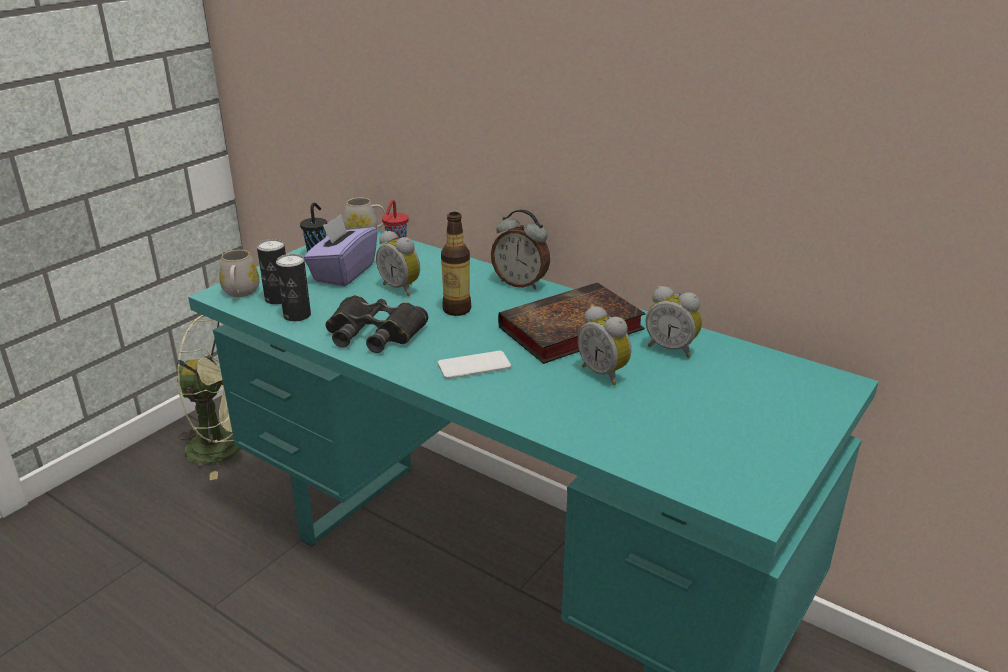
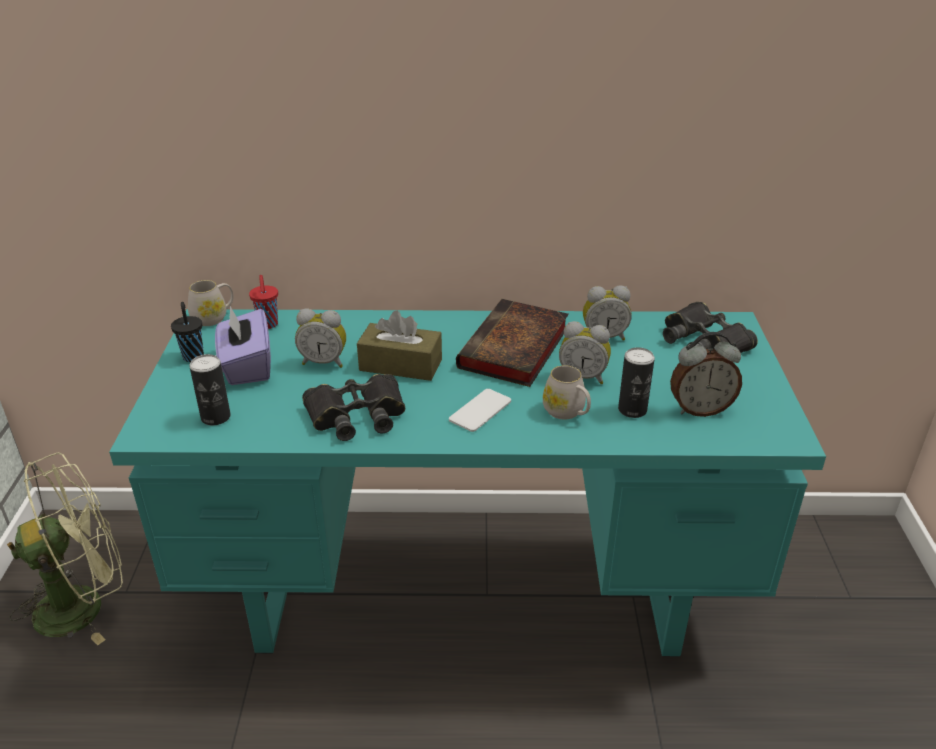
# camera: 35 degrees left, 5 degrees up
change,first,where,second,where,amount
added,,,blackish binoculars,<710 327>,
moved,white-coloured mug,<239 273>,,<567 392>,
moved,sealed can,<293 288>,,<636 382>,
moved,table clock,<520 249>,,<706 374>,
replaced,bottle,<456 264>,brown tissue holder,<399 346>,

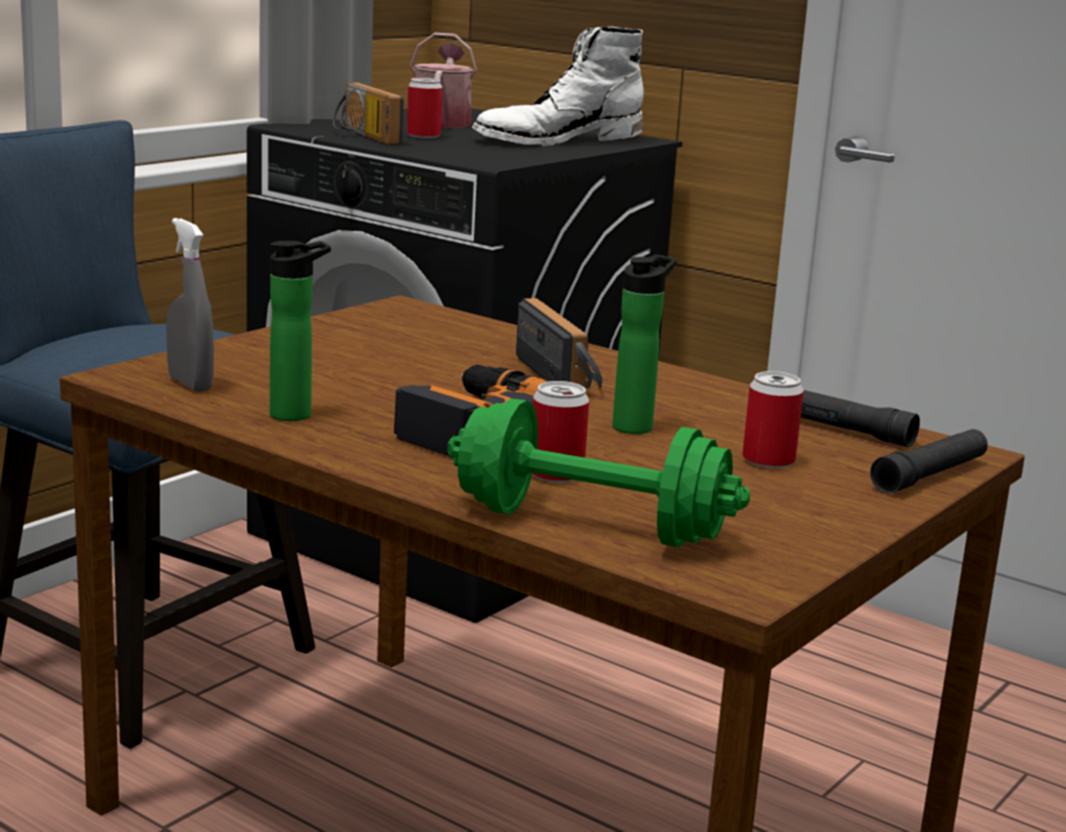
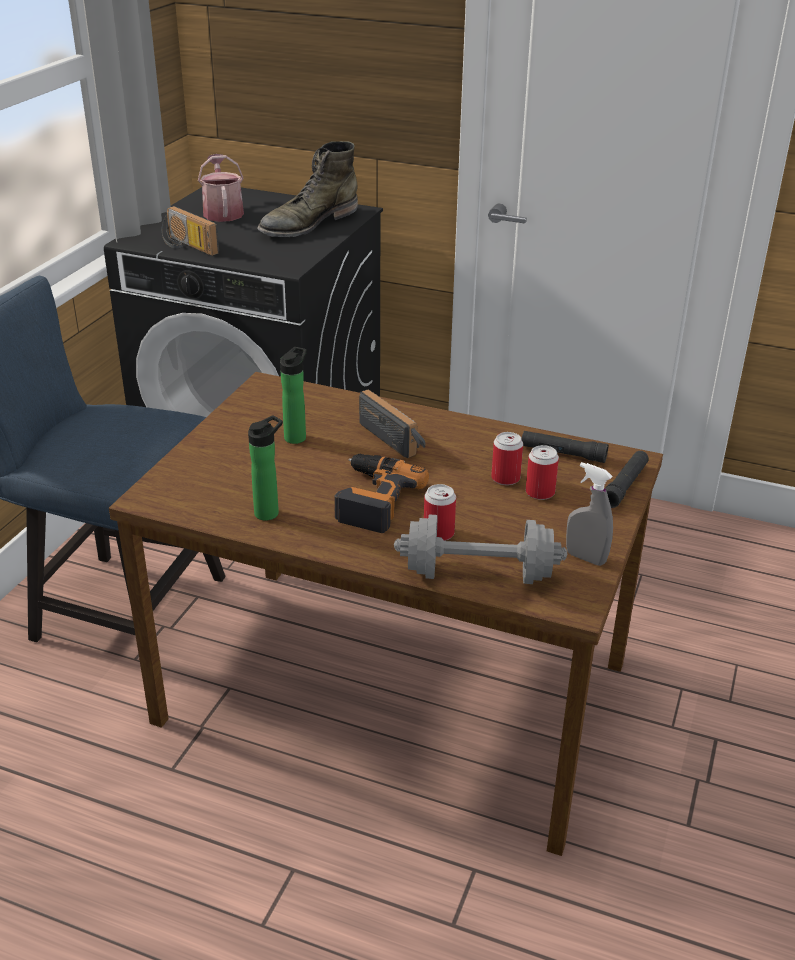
# camera: 15 degrees left, 15 degrees up
change,first,where,second,where,amount
moved,grey sprayer,<190 305>,,<589 514>,
moved,sealed can,<425 108>,,<507 458>,
moved,bottle,<644 344>,,<293 395>,
recoloured,green hand weight,<598 473>,grey hand weight,<480 549>,
recoloured,white-coloured high-top boot,<558 86>,green high-top boot,<307 189>,

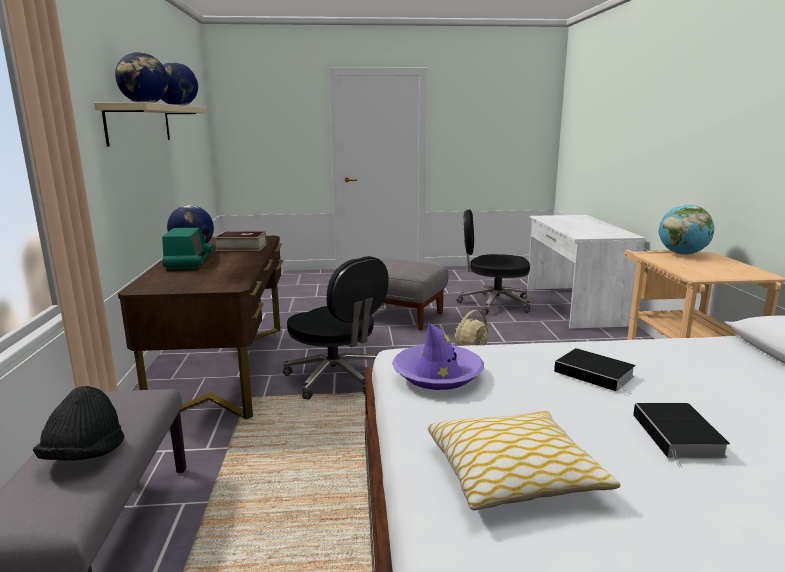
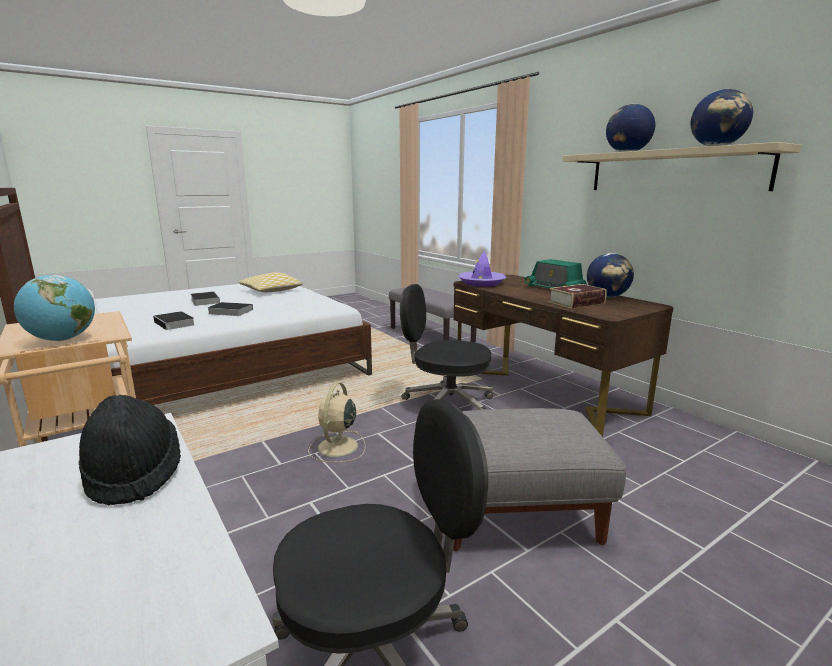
# camera: 150 degrees right, 0 degrees up
change,first,where,second,where,amount
added,,,book,<174 321>,
moved,blackish wearable hat,<78 423>,,<130 450>,
moved,purple wearable hat,<438 356>,,<482 268>,

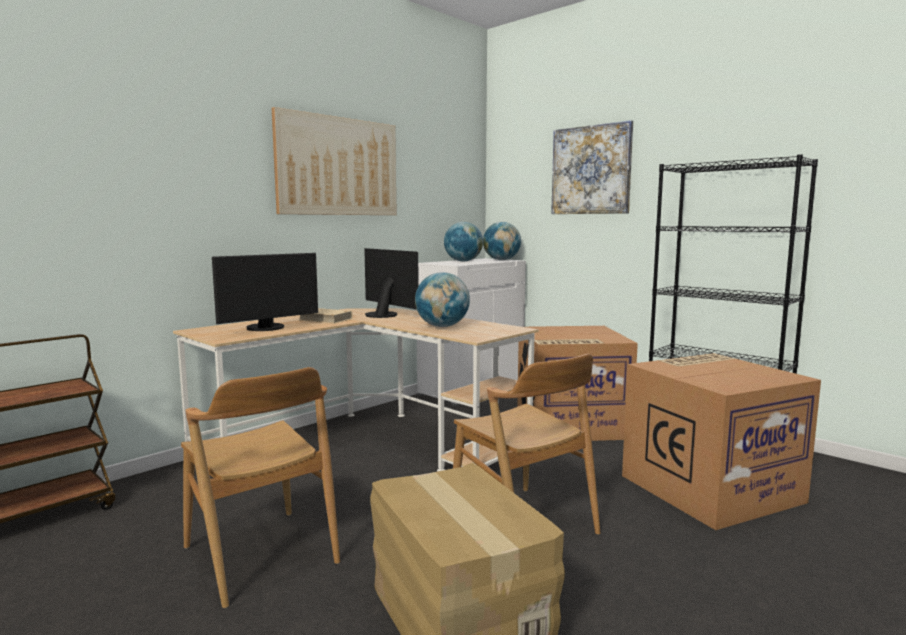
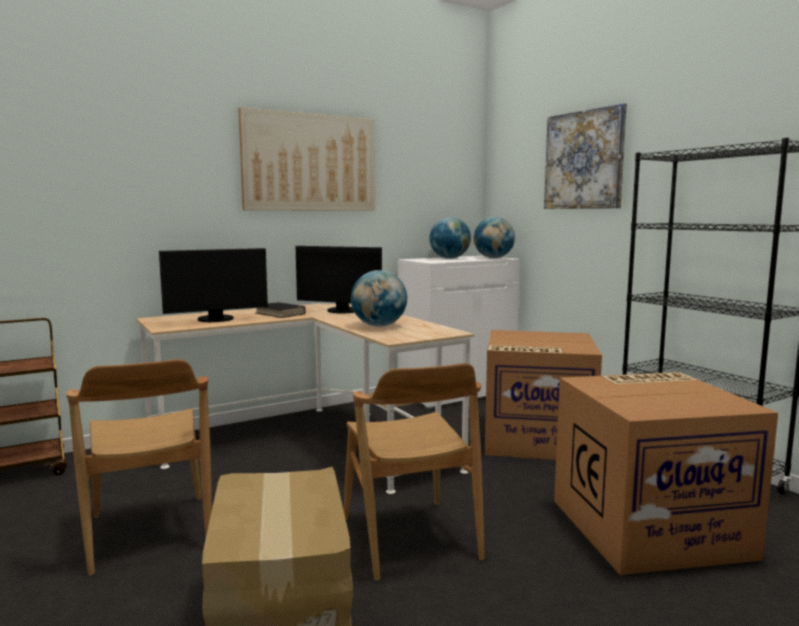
# camera: 15 degrees right, 0 degrees up
change,first,where,second,where,amount
recoloured,beige-coloured book,<325 315>,blackish book,<281 310>,
turned,monitor,<391 283>,,<339 279>,135 degrees clockwise

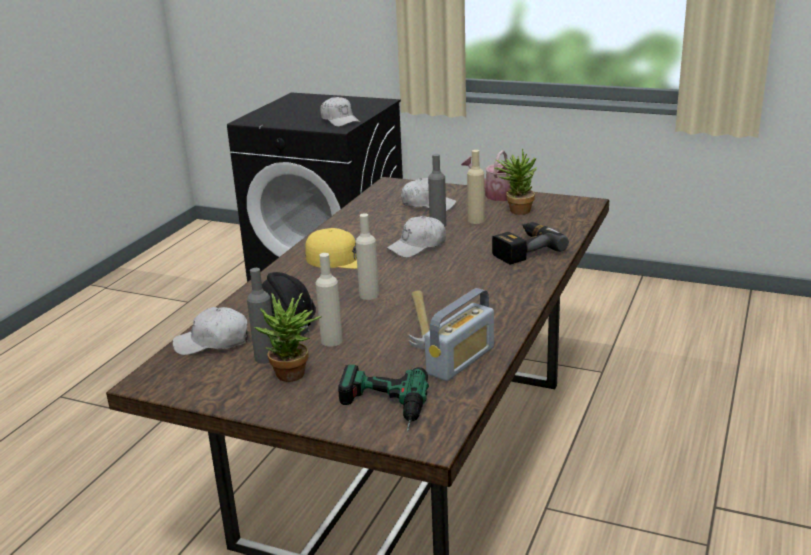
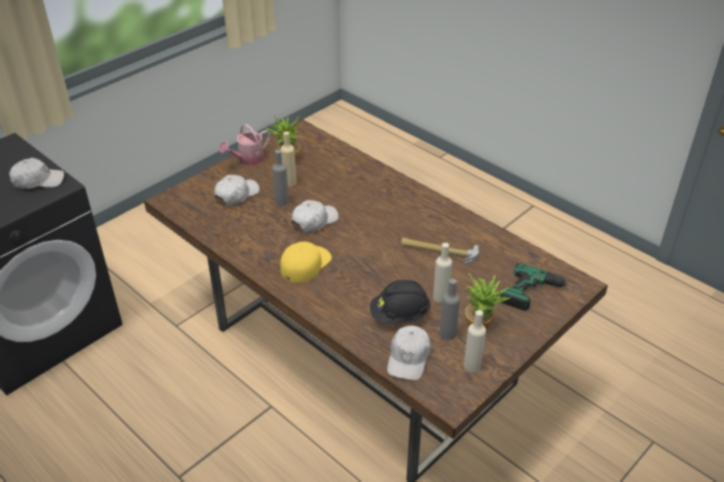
# camera: 70 degrees left, 15 degrees up
change,first,where,second,where,amount
removed,radio set,<459 334>,,,
removed,power drill,<530 243>,,,
moved,beige-coloured bottle,<367 256>,,<475 341>,
turned,white-coloured baseball cap,<416 237>,,<315 216>,120 degrees counterclockwise

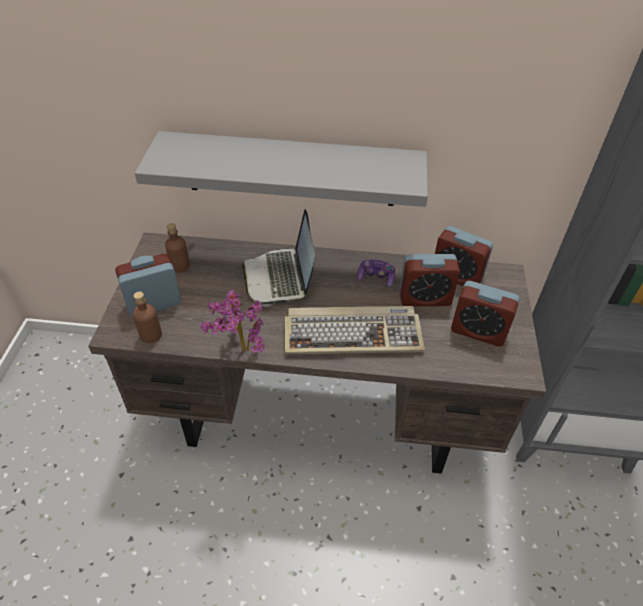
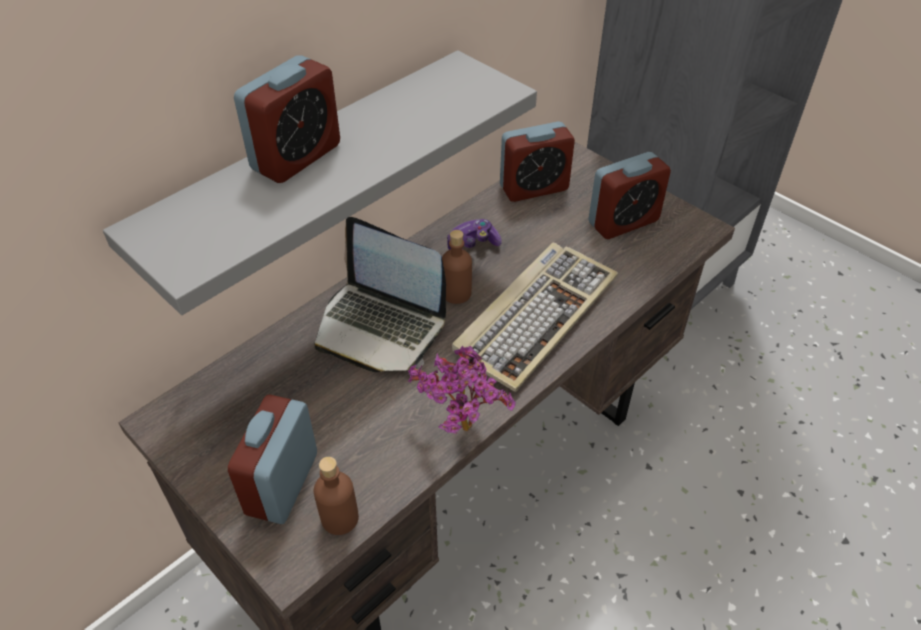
# camera: 50 degrees left, 0 degrees up
change,first,where,second,where,amount
moved,brown bottle,<177 248>,,<457 267>,
moved,table clock,<429 280>,,<287 119>,

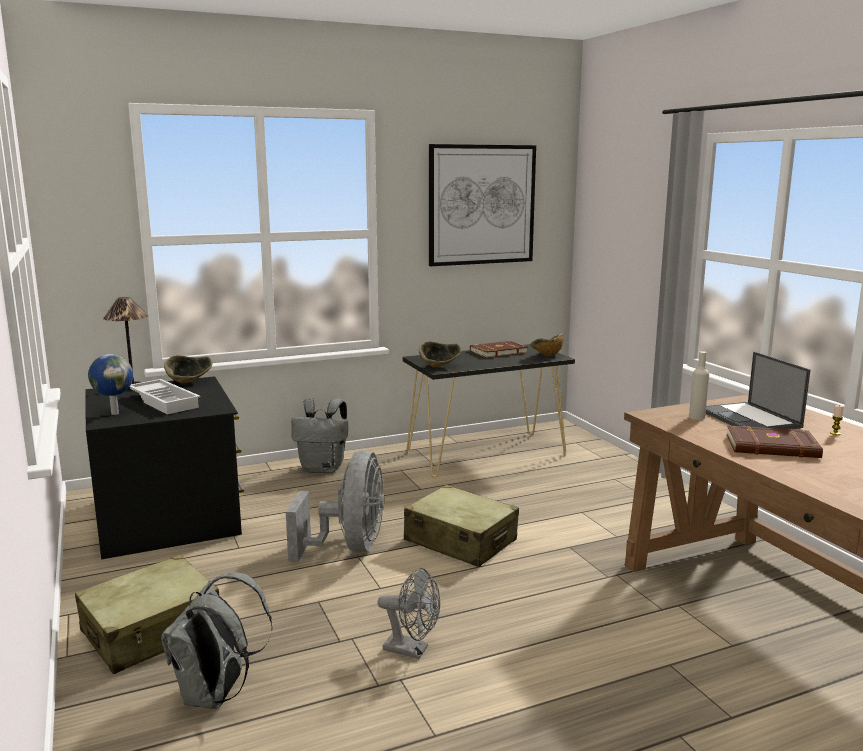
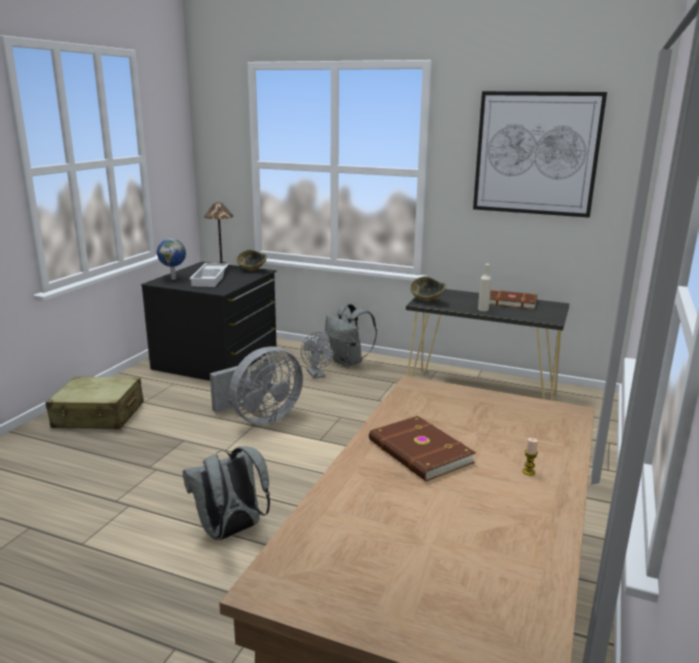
# camera: 45 degrees right, 5 degrees up
change,first,where,second,where,amount
removed,beige-coloured piece of luggage,<461 526>,,,
removed,serving bowl,<546 344>,,,
removed,notebook computer,<758 390>,,,
moved,grey backpack,<217 640>,,<226 493>,
moved,grey electric fan,<408 613>,,<318 355>,
moved,beige-coloured bottle,<699 385>,,<485 287>,

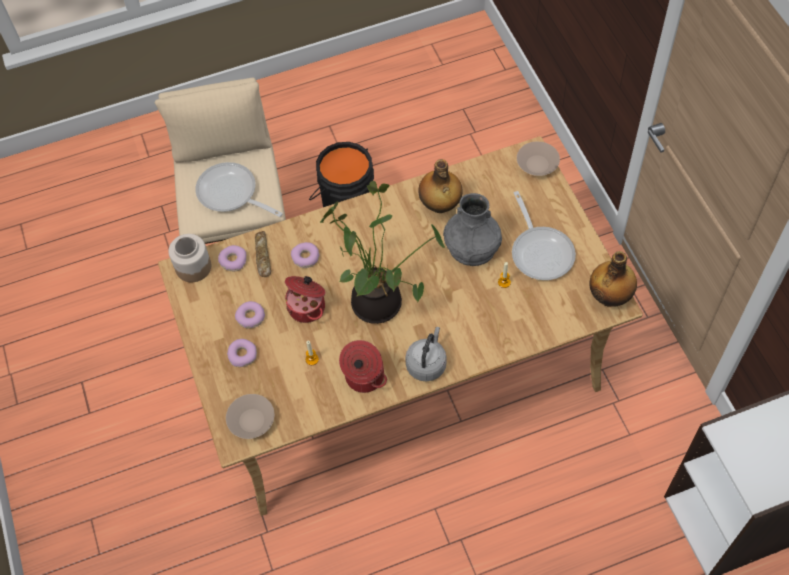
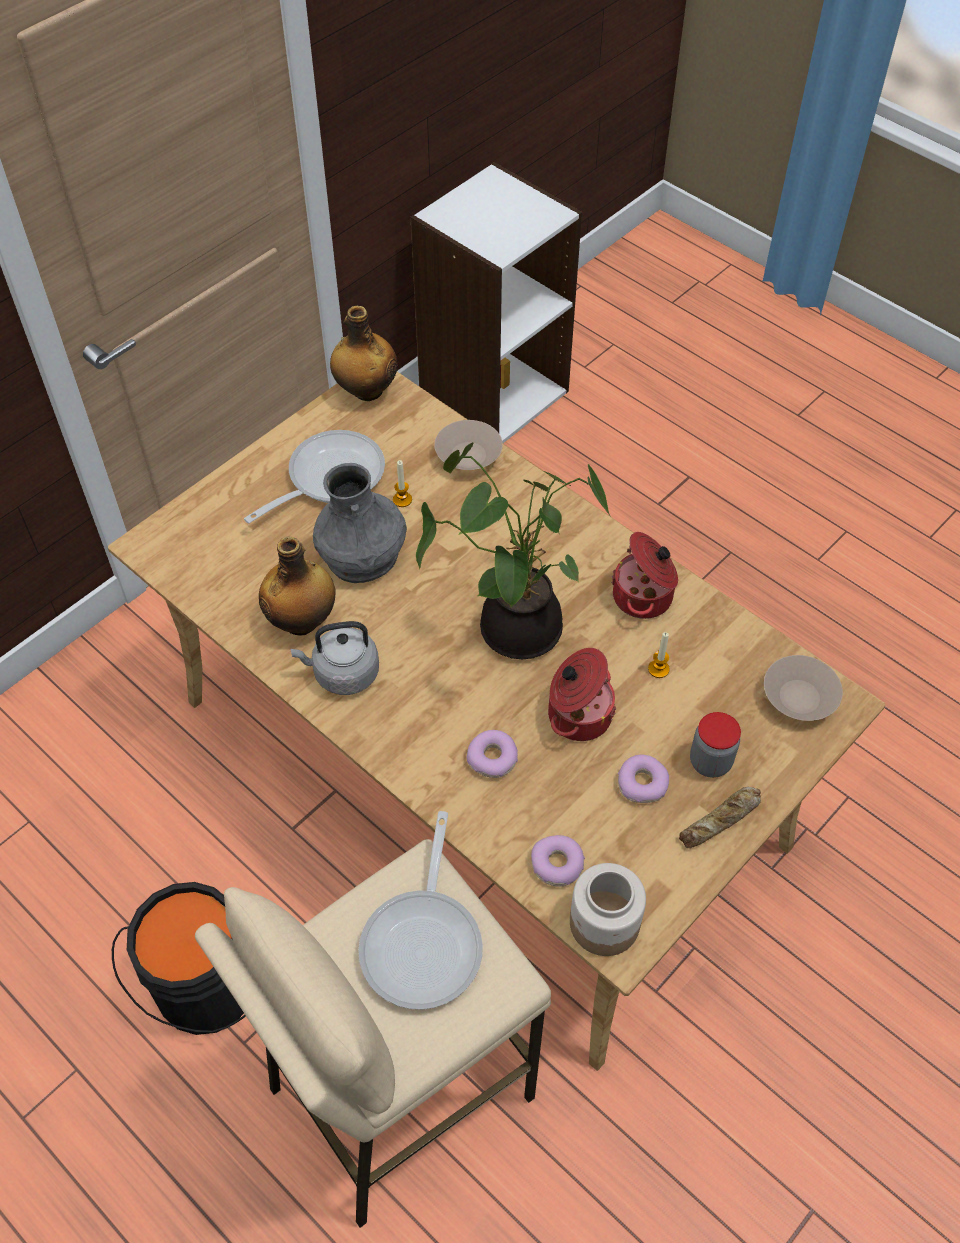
# camera: 120 degrees left, 5 degrees down
change,first,where,second,where,amount
moved,bakery bread,<263 254>,,<720 817>,
moved,grey kettle,<426 354>,,<334 658>,
moved,beige-coloured serving bowl,<538 158>,,<468 445>,
replaced,ring doughnut,<242 353>,jar,<715 745>,

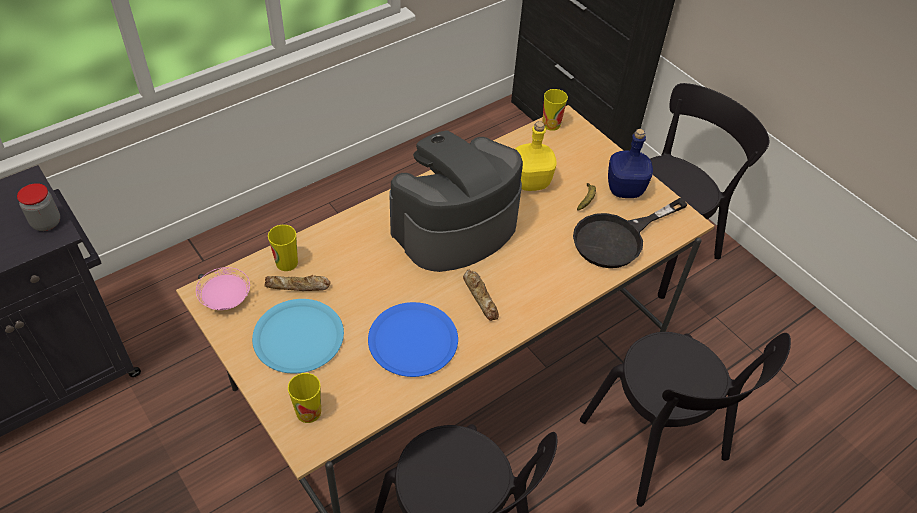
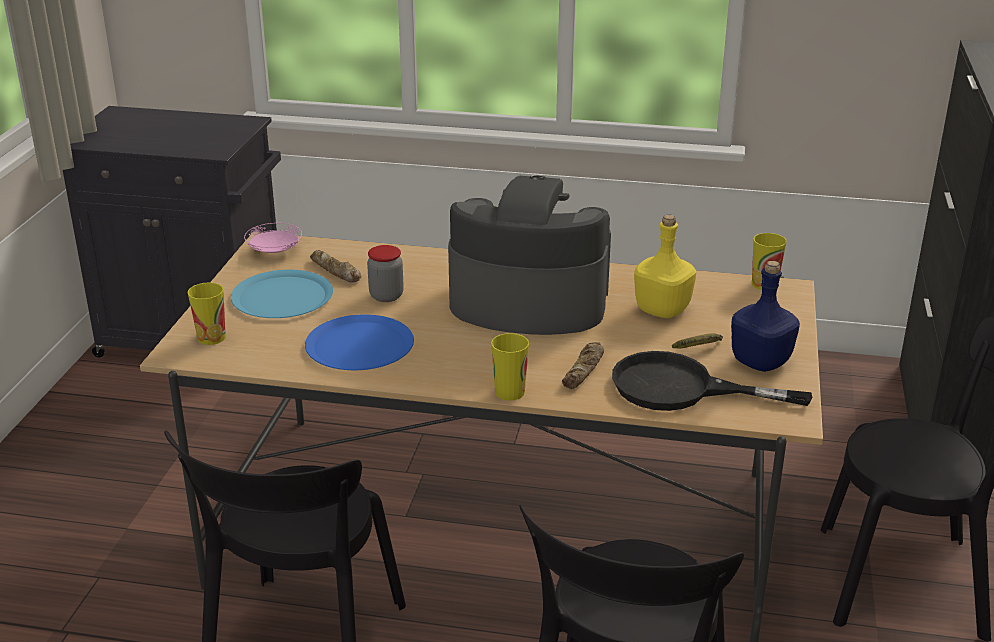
# camera: 50 degrees right, 20 degrees down
change,first,where,second,where,amount
moved,jar,<38 207>,,<385 273>,
moved,drinking cup,<283 248>,,<510 367>,
moved,bakery bread,<481 295>,,<583 365>,

